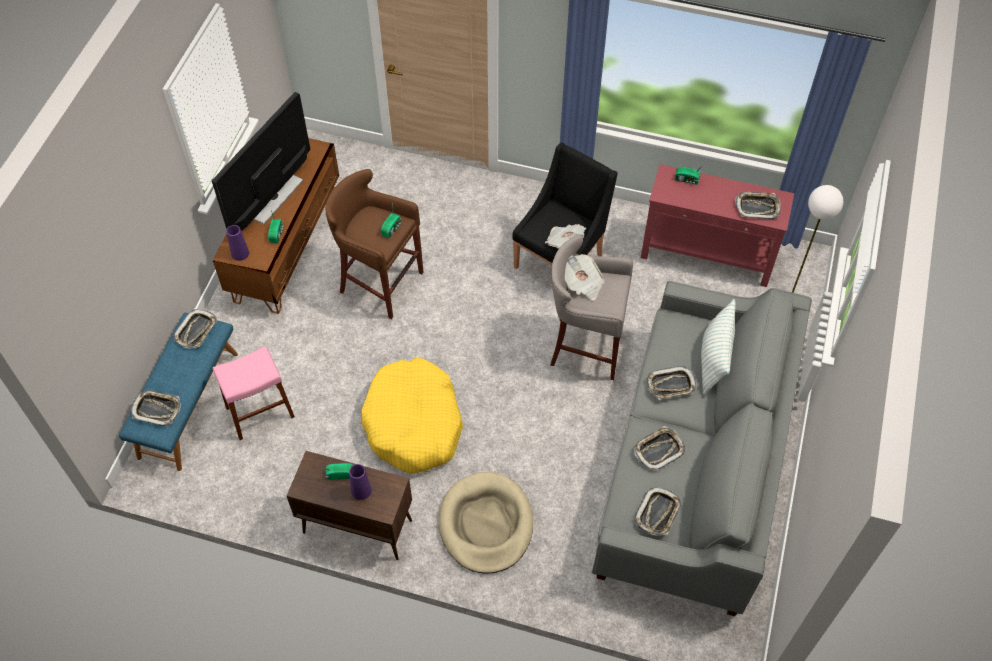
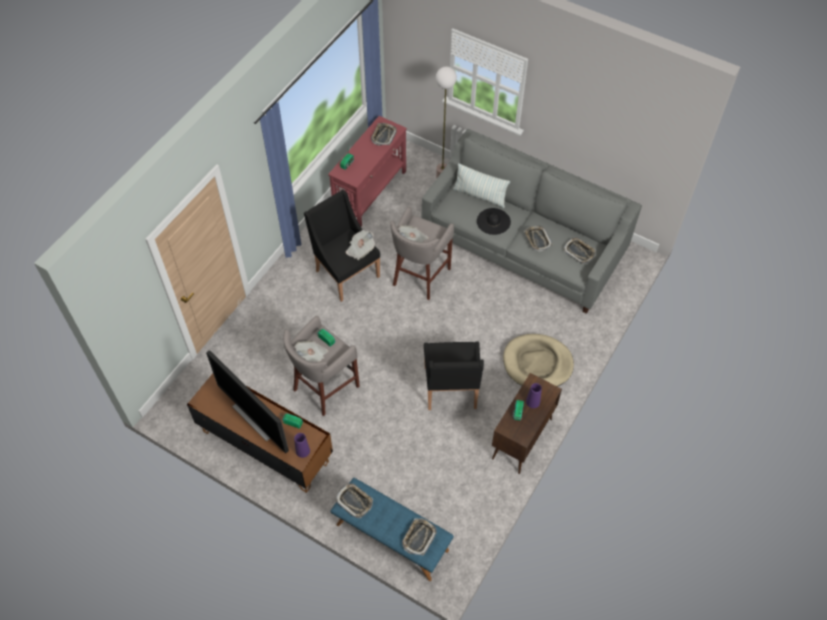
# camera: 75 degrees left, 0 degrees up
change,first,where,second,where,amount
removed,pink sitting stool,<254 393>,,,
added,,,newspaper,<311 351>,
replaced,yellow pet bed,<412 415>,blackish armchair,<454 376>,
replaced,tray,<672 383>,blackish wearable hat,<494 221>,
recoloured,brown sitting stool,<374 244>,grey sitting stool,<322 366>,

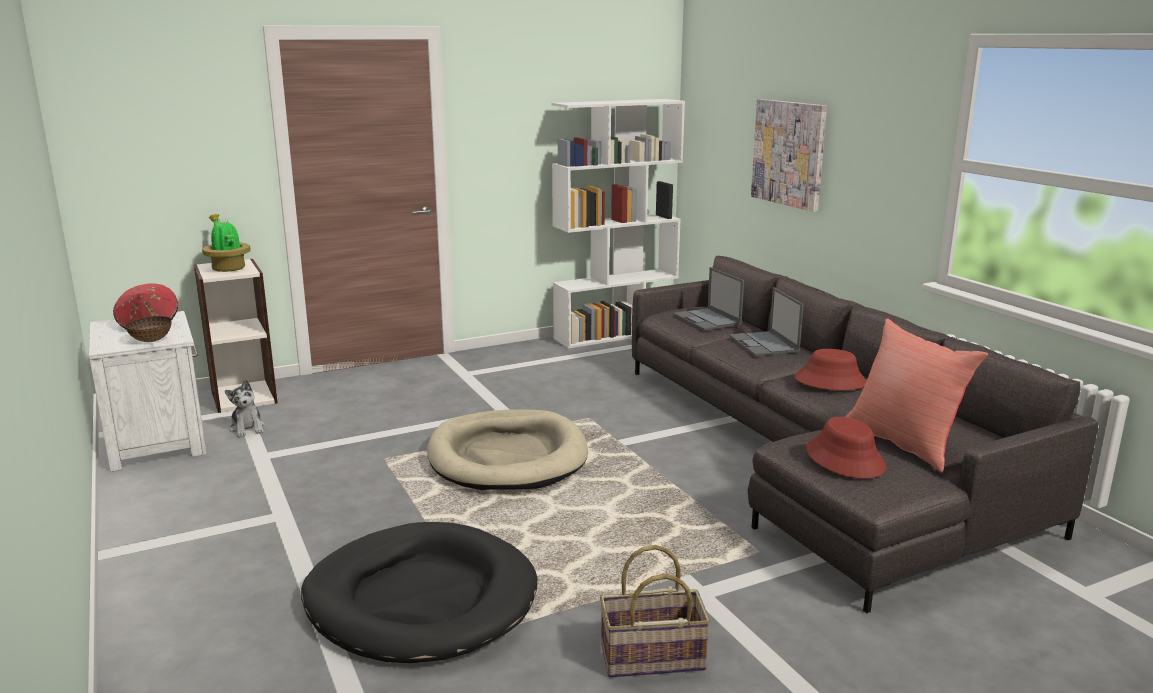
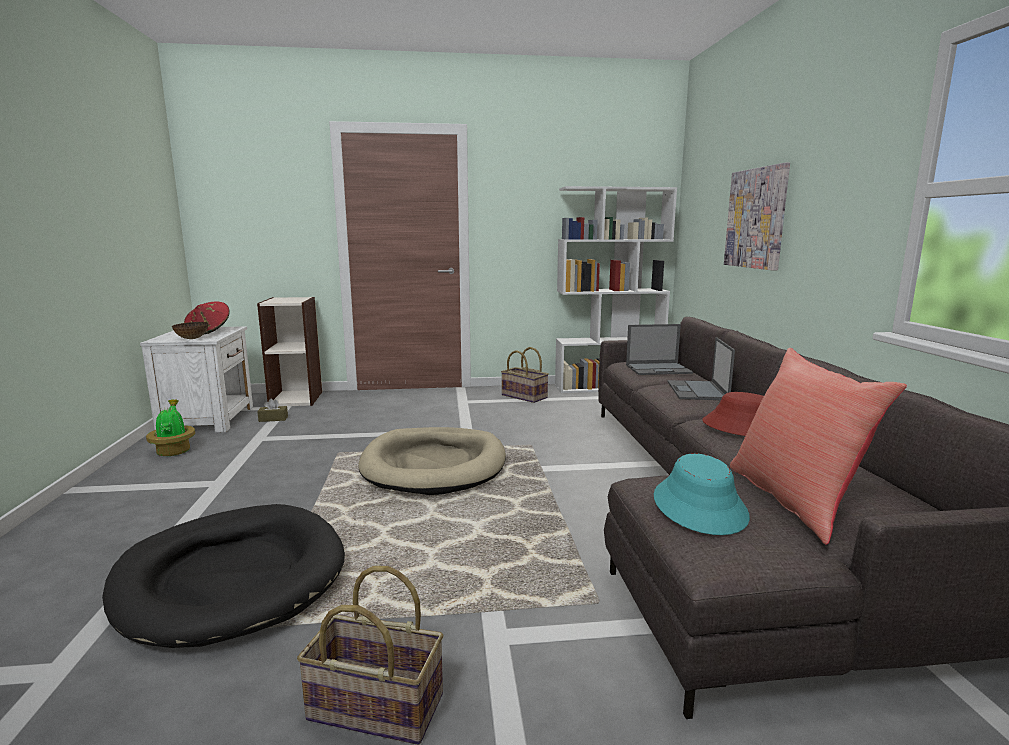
# camera: 20 degrees right, 5 degrees down
change,first,where,second,where,amount
added,,,household basket,<525 375>,
moved,houseplant,<226 243>,,<170 427>,
replaced,cuddly toy,<245 408>,brown tissue holder,<272 410>,
recoloured,red wearable hat,<846 448>,turquoise-coloured wearable hat,<702 494>,
turned,notebook computer,<708 299>,,<659 349>,90 degrees counterclockwise

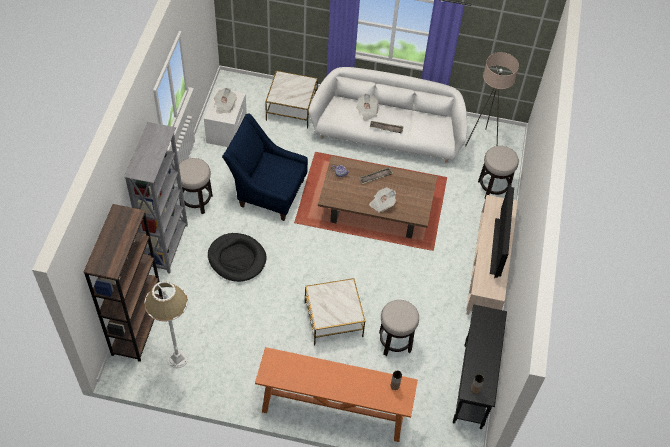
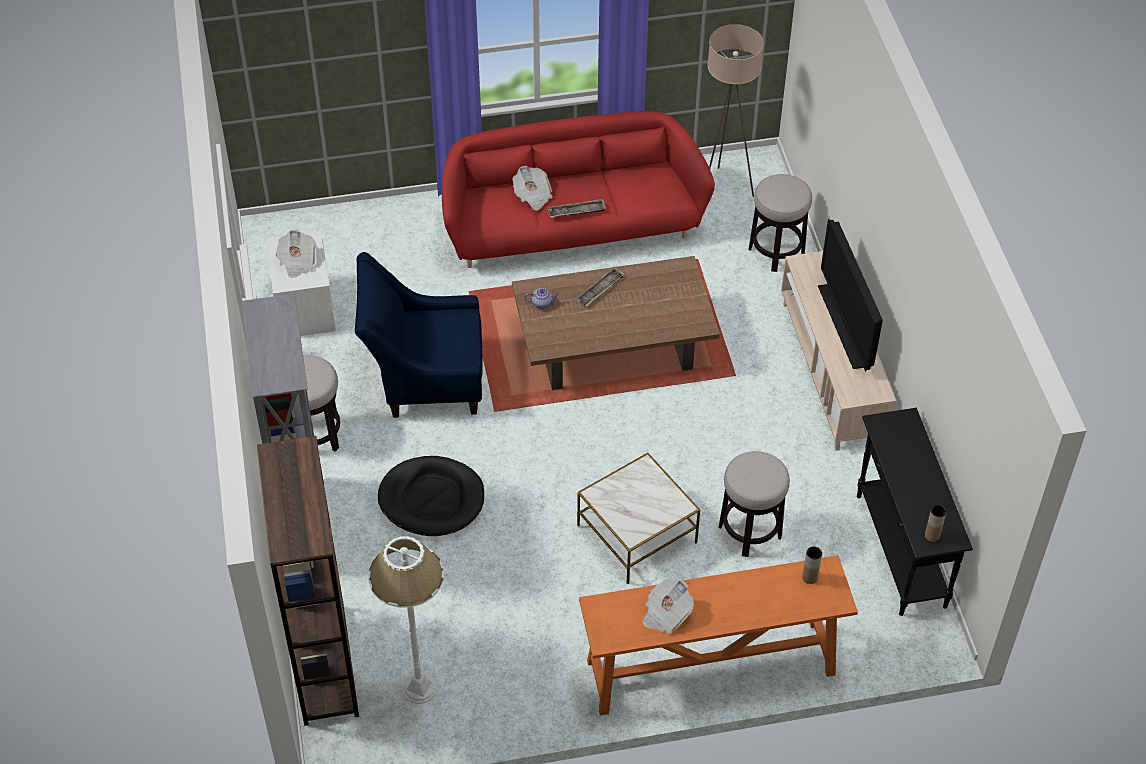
# camera: 20 degrees left, 5 degrees down
change,first,where,second,where,amount
removed,side table,<291 99>,,,
moved,newspaper,<382 200>,,<668 606>,
recoloured,white-coloured settee,<388 115>,red settee,<578 189>,

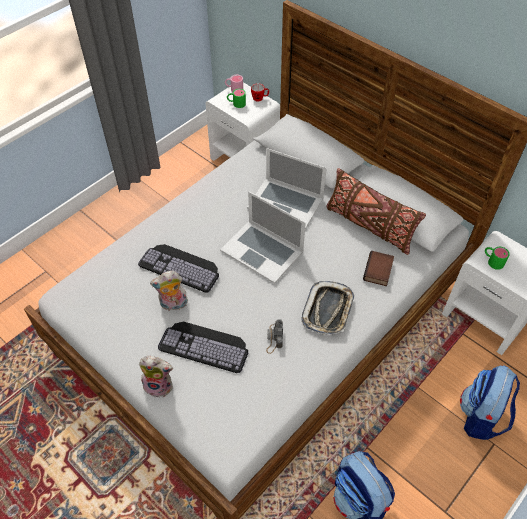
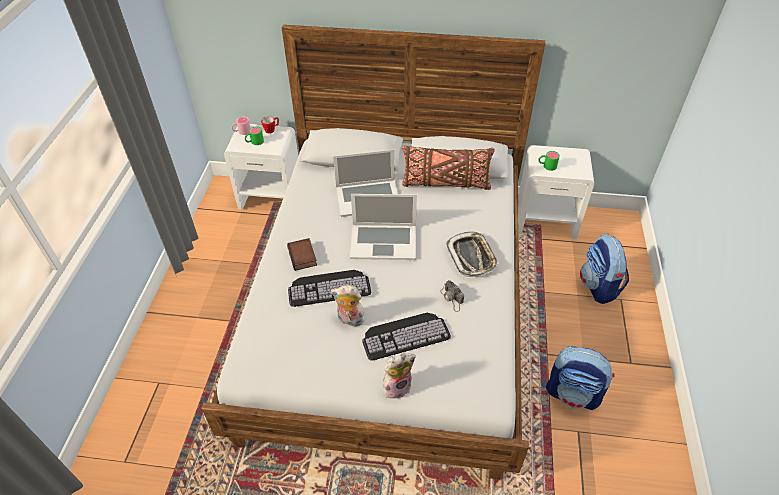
# camera: 35 degrees left, 5 degrees down
change,first,where,second,where,amount
moved,book,<378 268>,,<302 254>,
turned,cuddly toy,<169 291>,,<347 305>,60 degrees clockwise

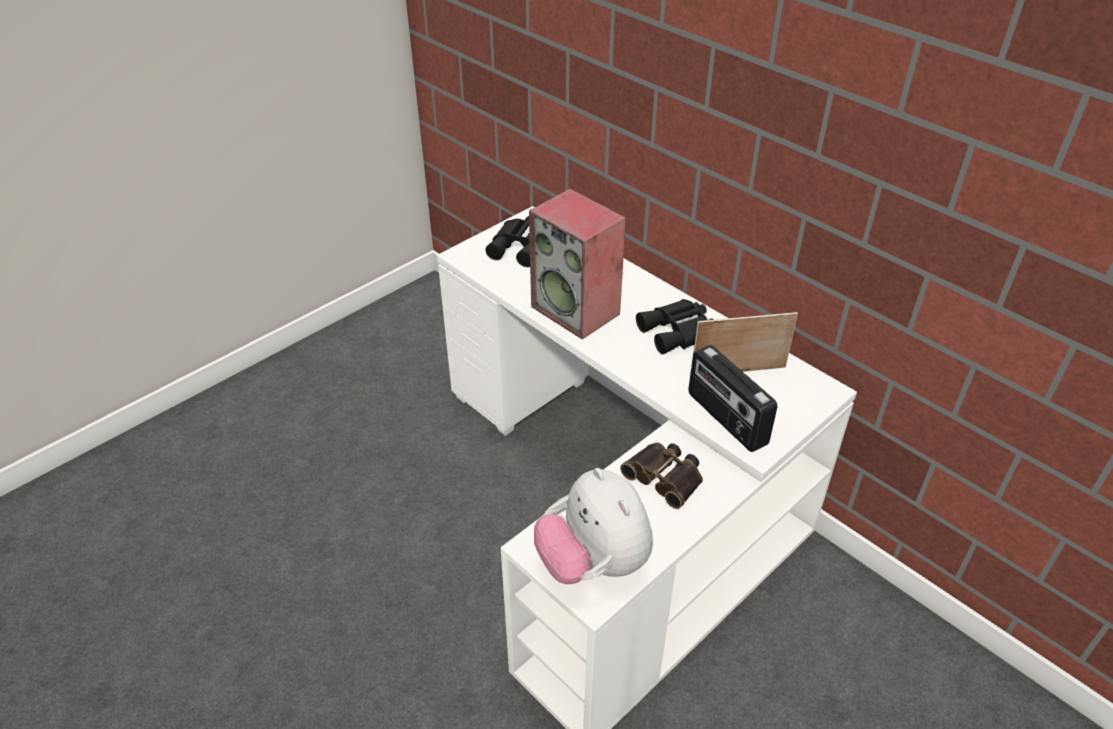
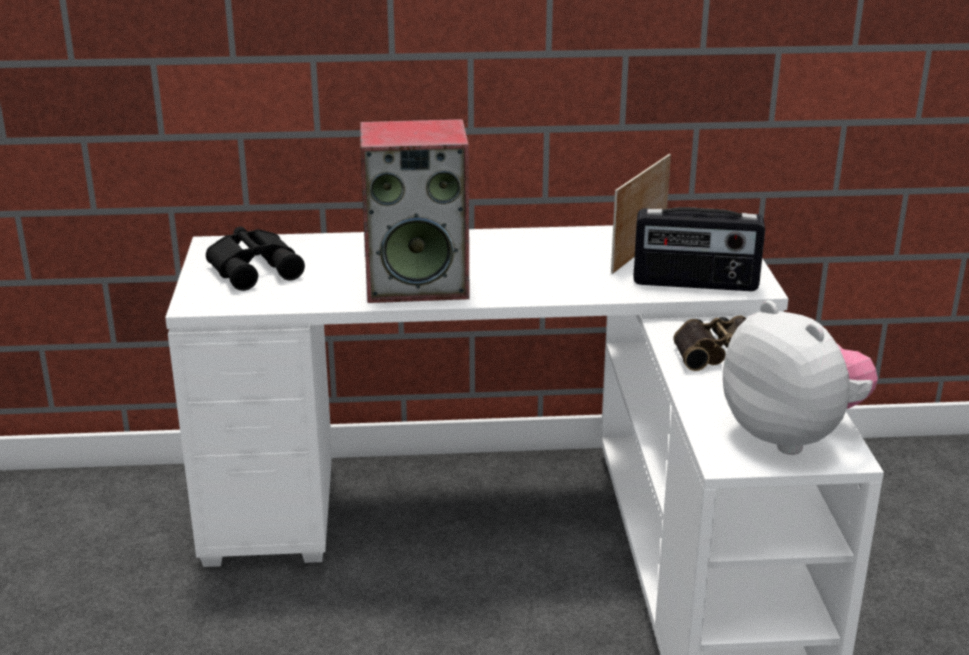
# camera: 50 degrees left, 15 degrees down
change,first,where,second,where,amount
removed,blackish binoculars,<675 326>,,,
turned,cuddly toy,<593 526>,,<800 377>,135 degrees counterclockwise

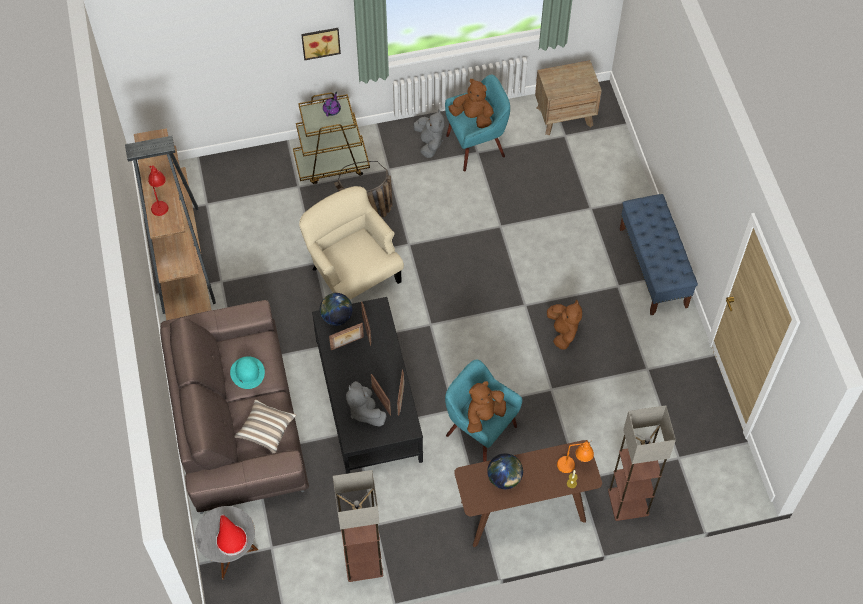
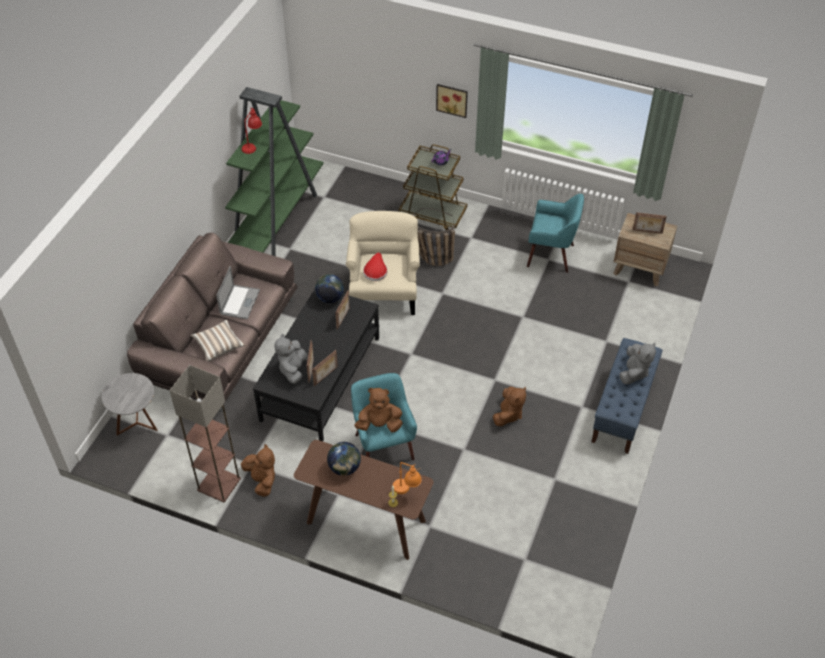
# camera: 35 degrees right, 10 degrees down
change,first,where,second,where,amount
removed,floor lamp,<642 463>,,,
moved,red wearable hat,<231 535>,,<375 266>,
moved,picture frame,<346 336>,,<650 223>,
moved,grey cuddly toy,<429 134>,,<637 363>,
moved,brown cuddly toy,<471 103>,,<258 470>,
replaced,turquoise-coloured wearable hat,<247 372>,notebook computer,<238 292>,
recoloured,brown bookshelf,<170 224>,green bookshelf,<274 171>,

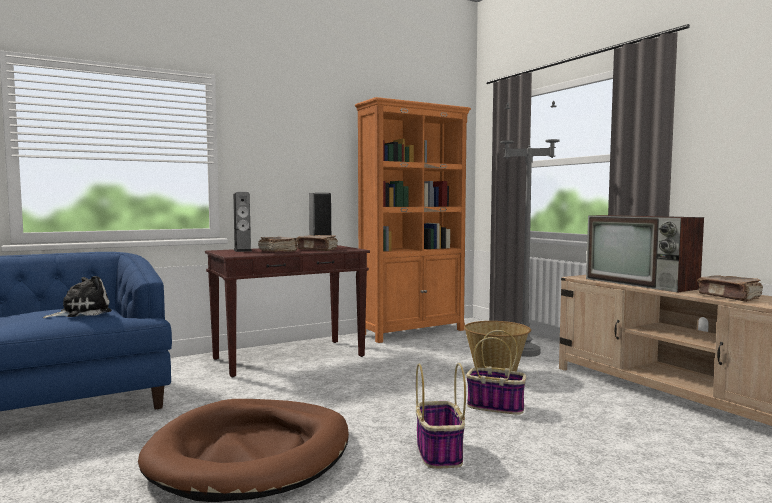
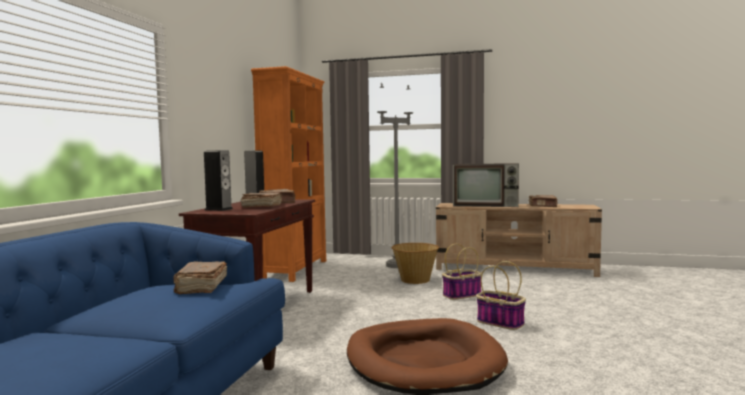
# camera: 45 degrees left, 0 degrees up
change,first,where,second,where,amount
replaced,cuddly toy,<77 297>,brown book,<200 278>,

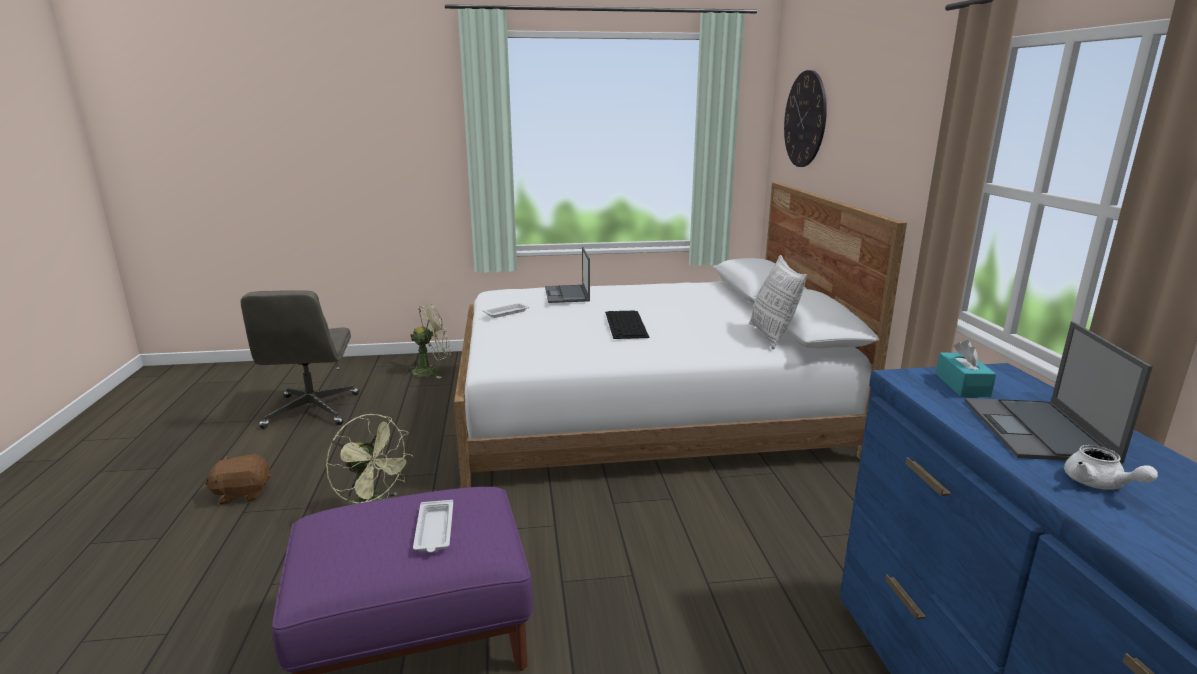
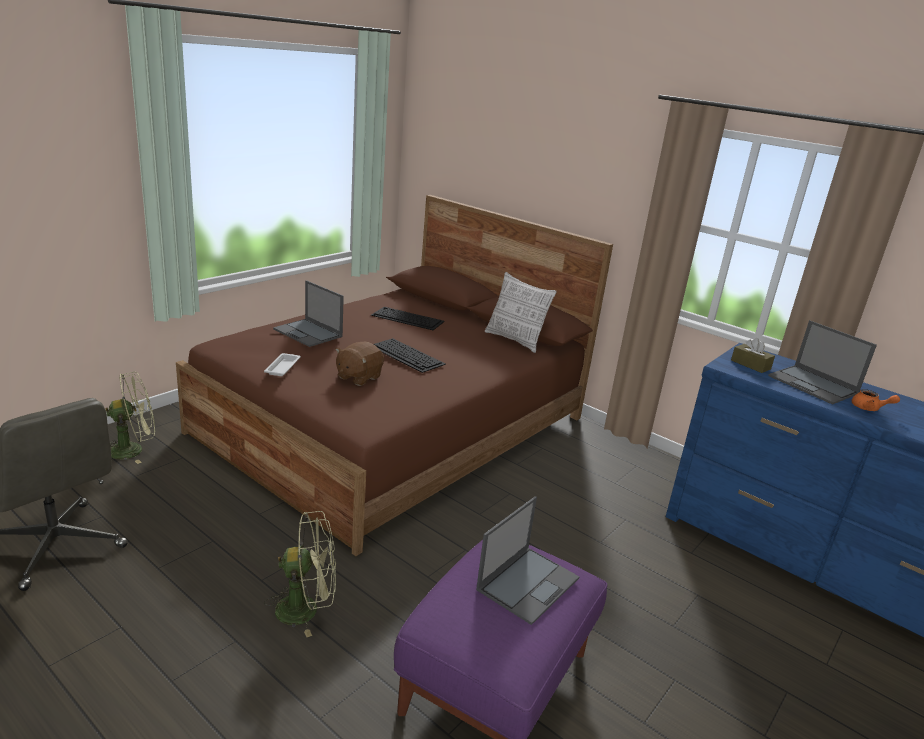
# camera: 45 degrees left, 5 degrees up
change,first,where,second,where,amount
removed,hanging clock,<805 118>,,,
added,,,keyboard,<408 318>,
moved,brown cuddly toy,<238 480>,,<359 364>,
replaced,white-coloured tray,<433 526>,notebook computer,<527 560>,
recoloured,white-coloured sleeping bed,<680 335>,brown sleeping bed,<394 375>,
recoloured,turquoise-coloured tissue holder,<966 368>,brown tissue holder,<753 355>,
recoloured,white-coloured pot for tea,<1111 467>,orange-coloured pot for tea,<876 400>,
turned,green electric fan,<426 341>,,<130 418>,45 degrees clockwise

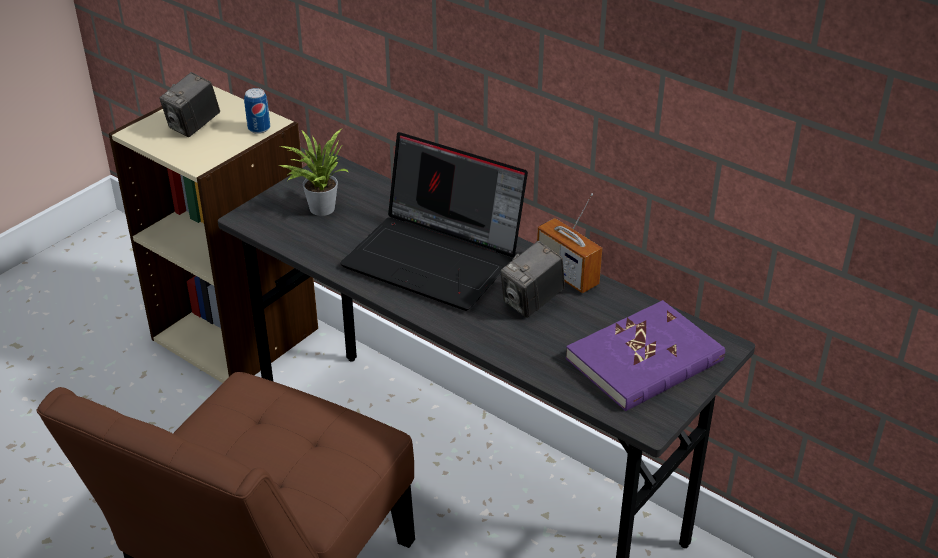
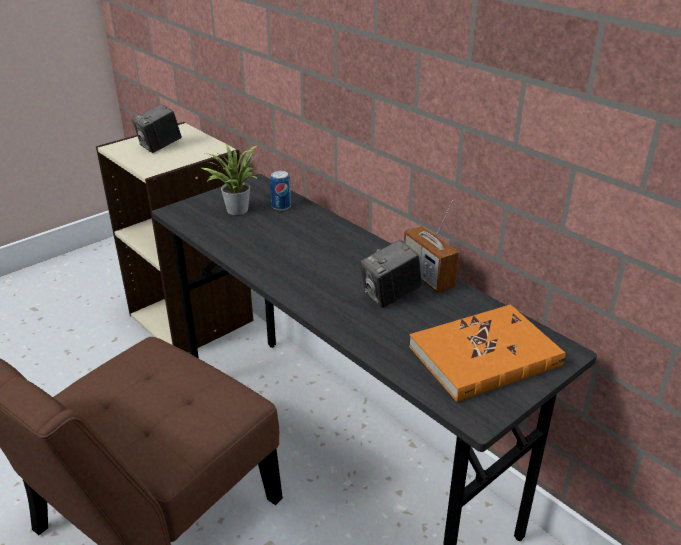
# camera: 10 degrees right, 5 degrees down
change,first,where,second,where,amount
removed,notebook computer,<434 221>,,,
moved,sealed can,<257 111>,,<280 191>,
recoloured,purple book,<645 355>,orange-coloured book,<487 353>,

